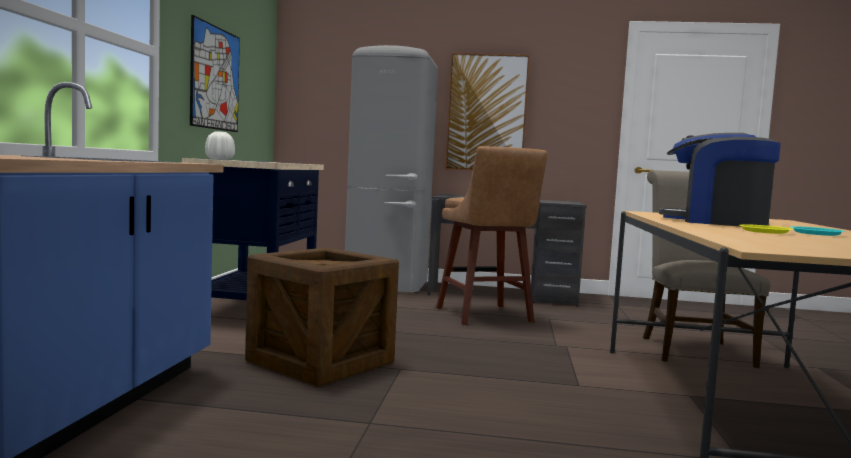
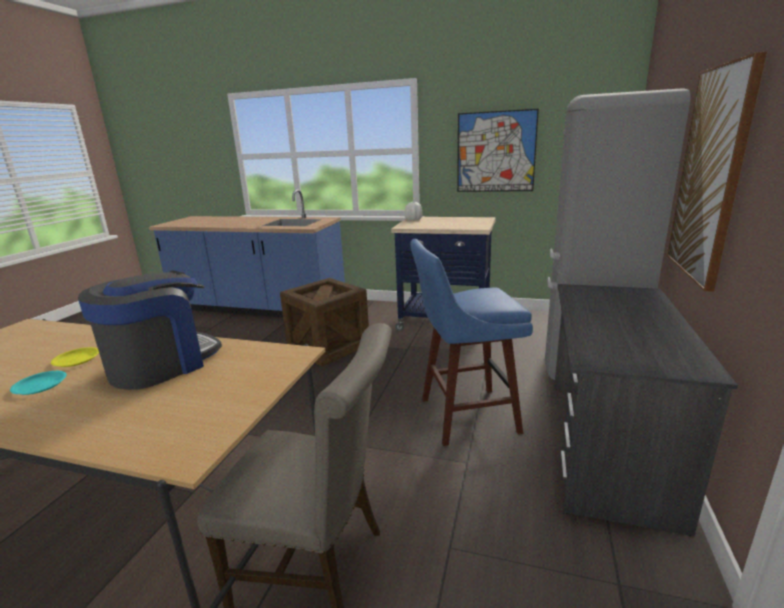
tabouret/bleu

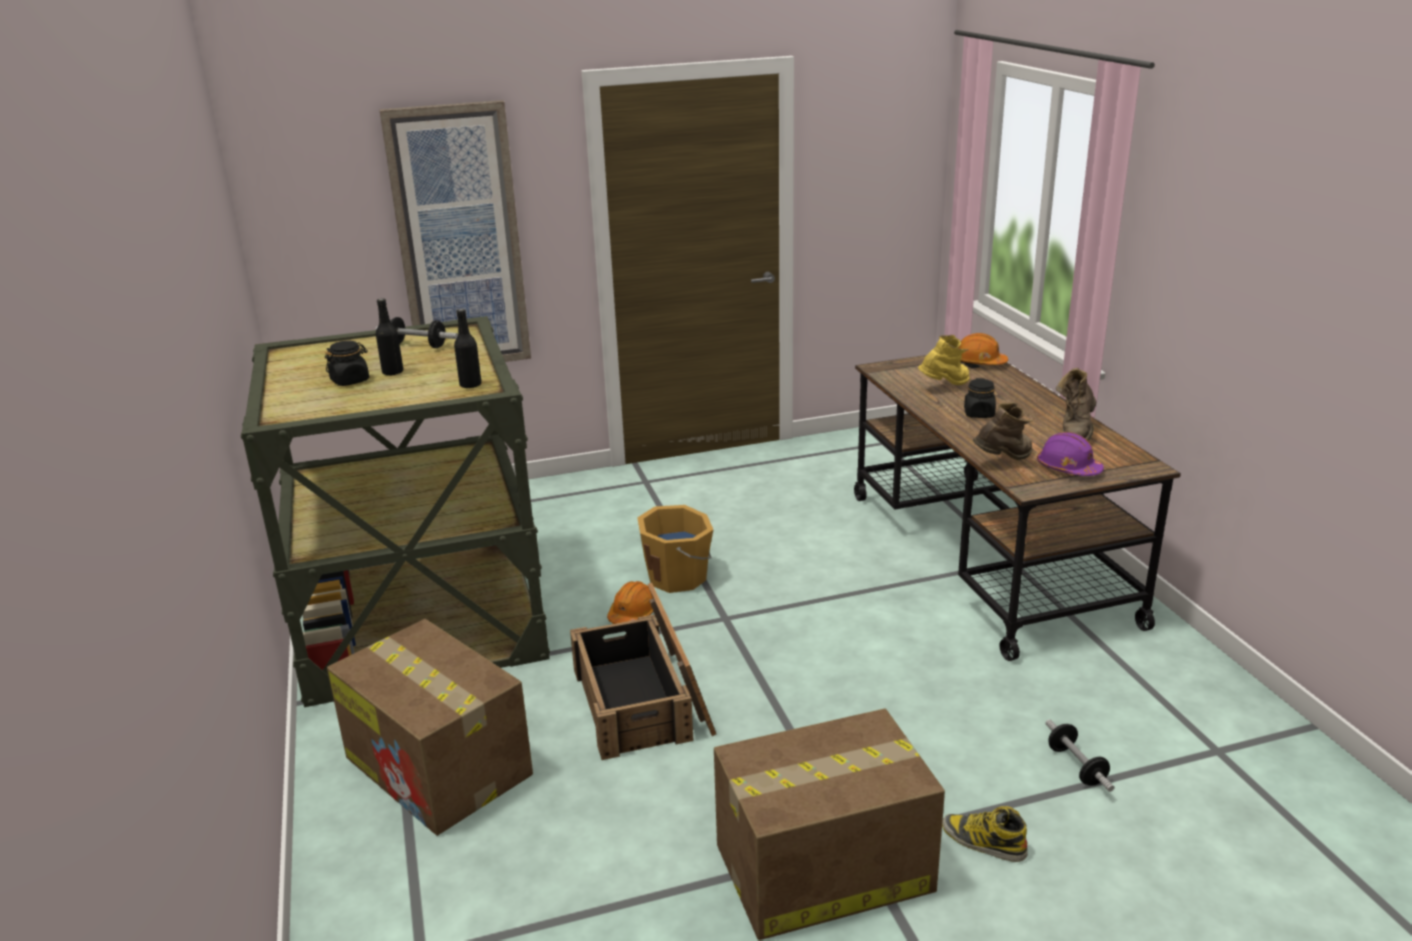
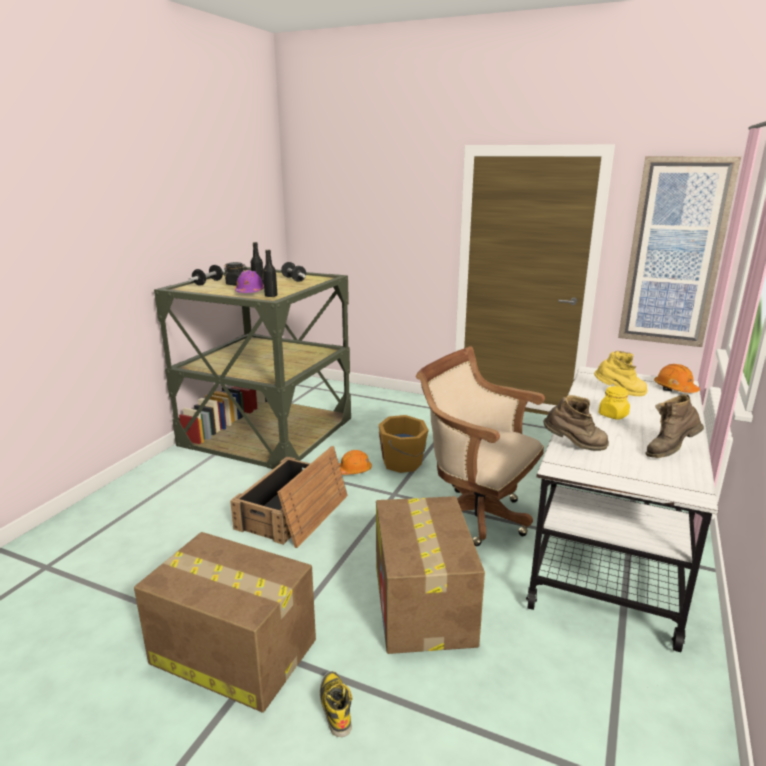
chaise de bureau; carton (2nd from left); tableau; casque de chantier/violet; haltère (1st from left); bureau/blanc; bocal/jaune

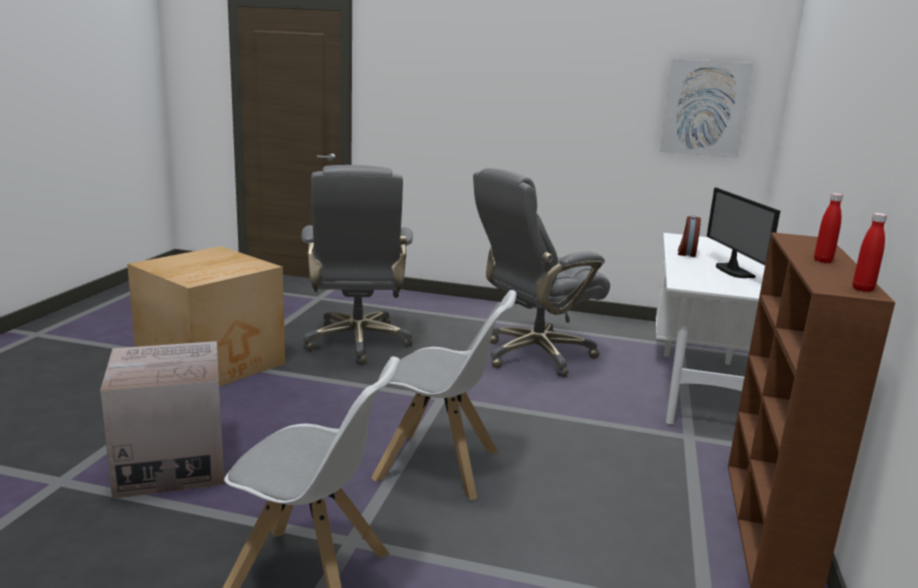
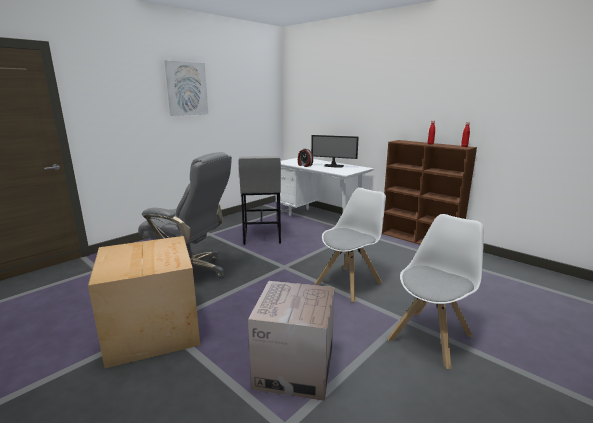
tableau; tabouret/gris

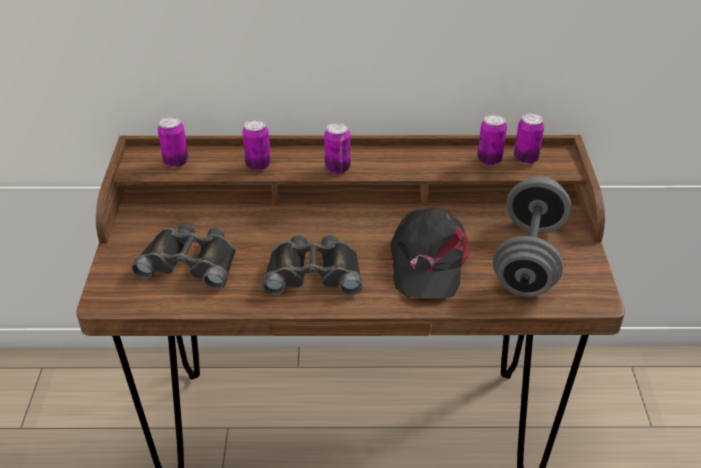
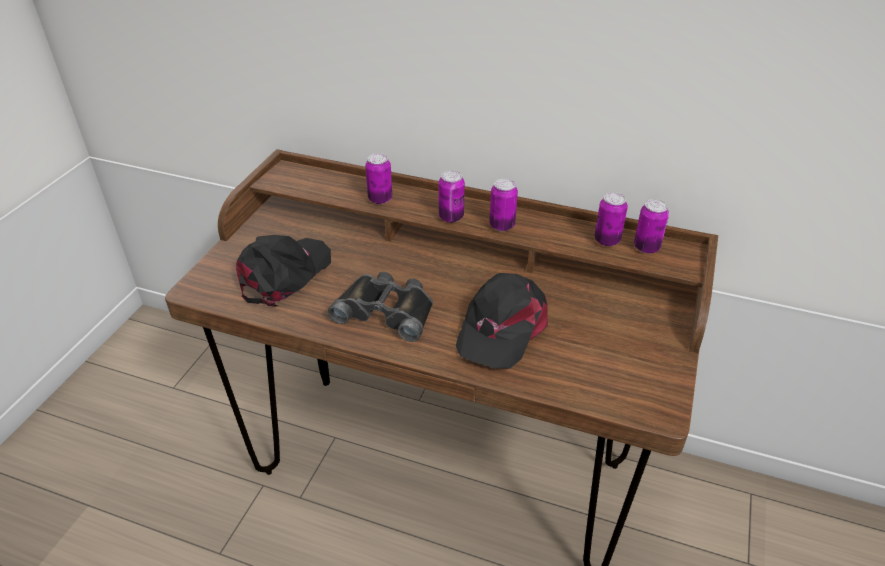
haltère/gris; boîte métallique (3rd from left); casquette/noir (1st from left)

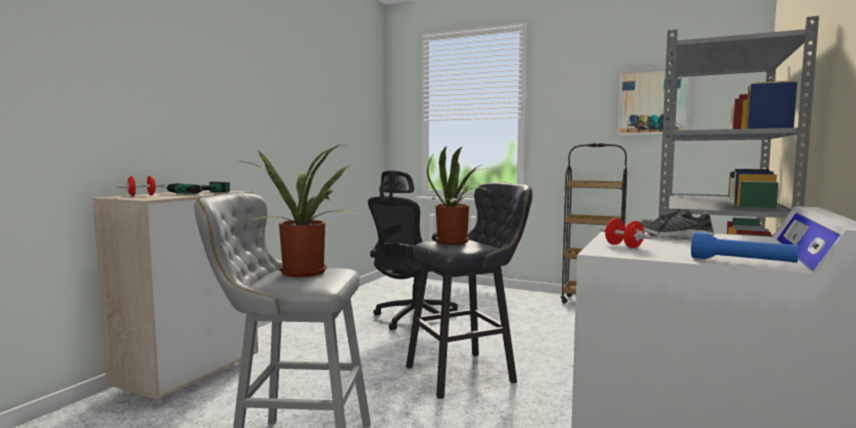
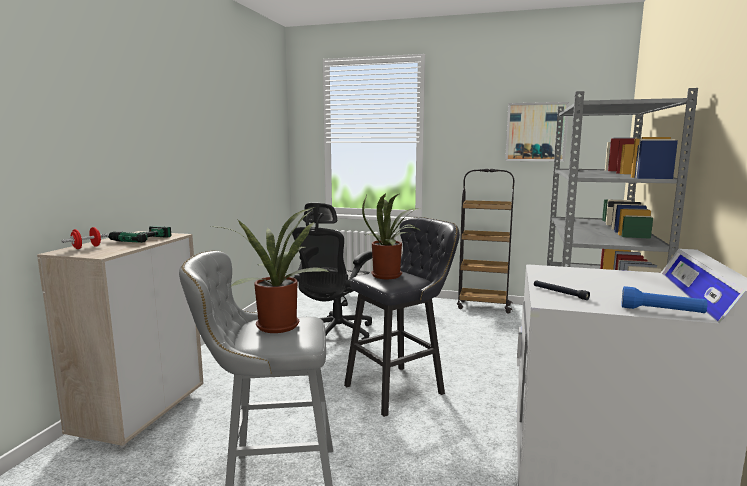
chaussure; lampe de poche/noir

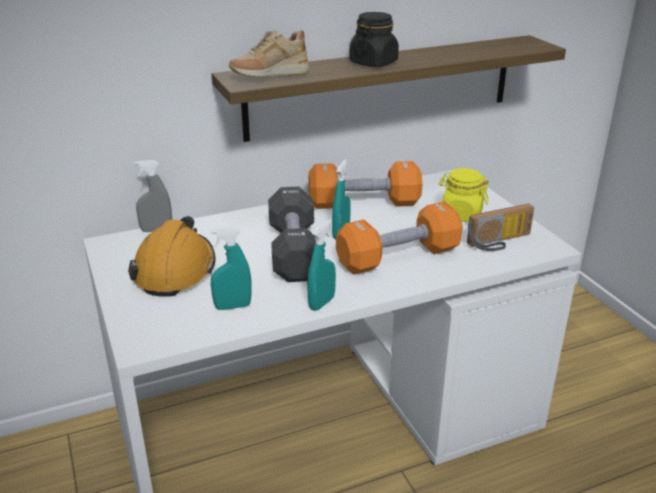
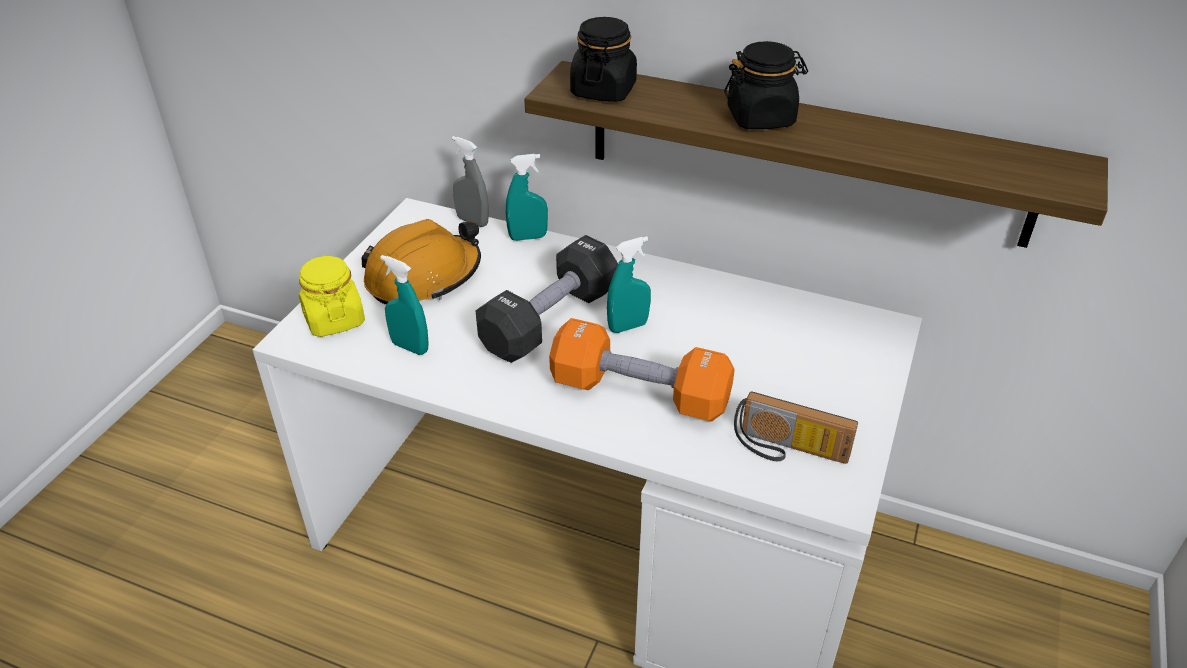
haltère/orange (1st from left in the first image); vaporisateur/turquoise (2nd from left); bocal/jaune; bocal/noir (1st from left)

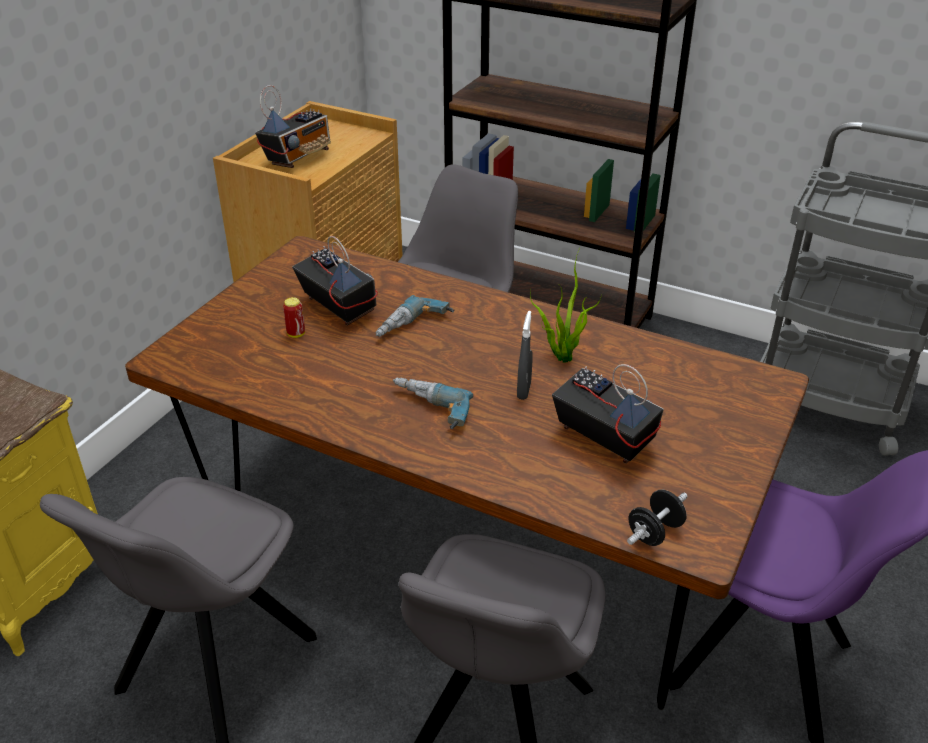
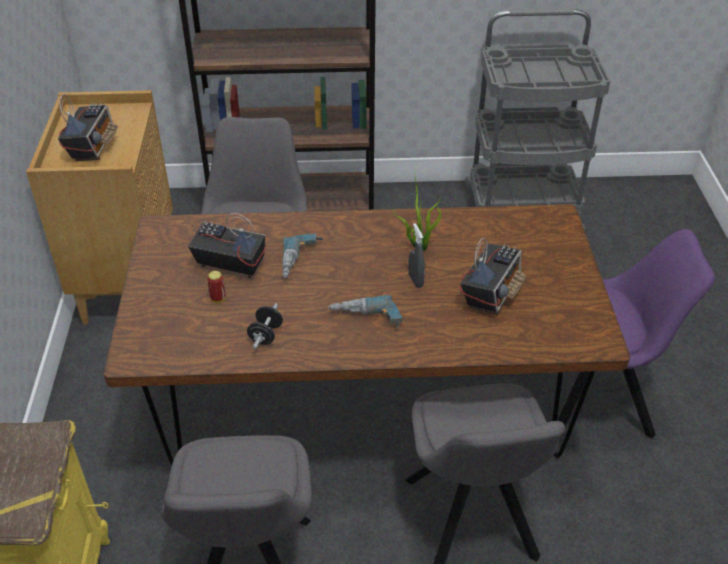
haltère/noir; radio (3rd from left)

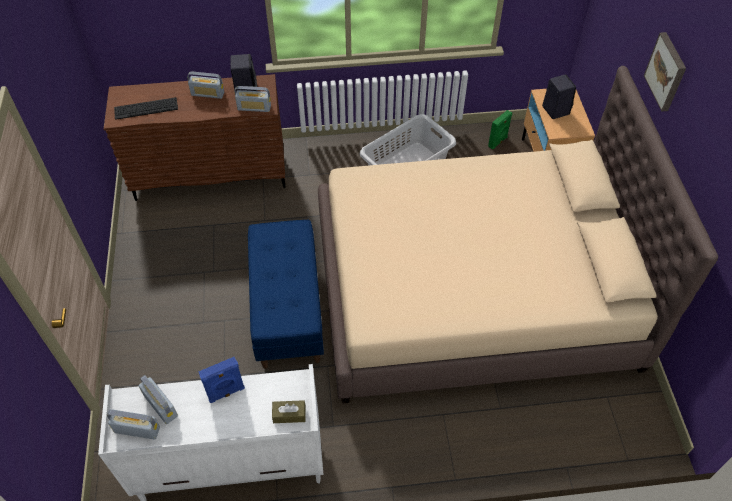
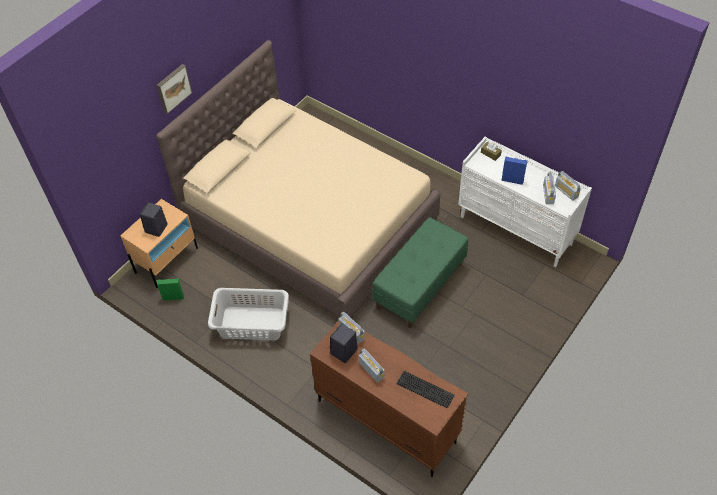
banc/vert

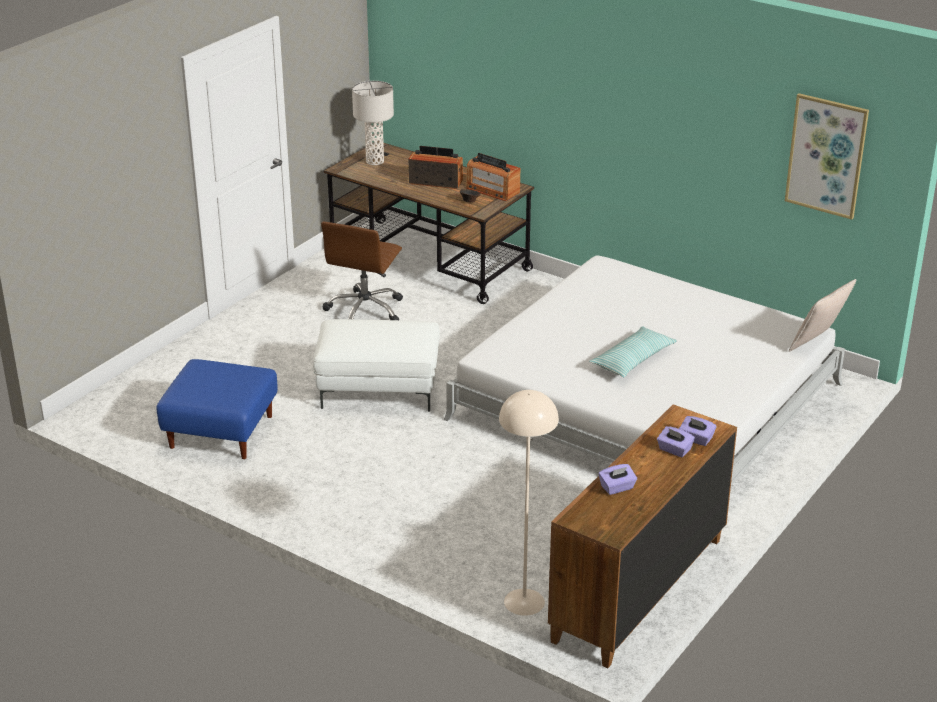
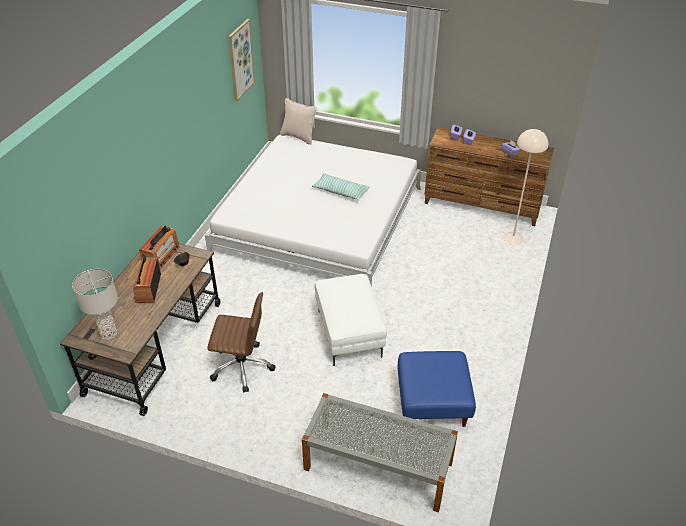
banc/gris

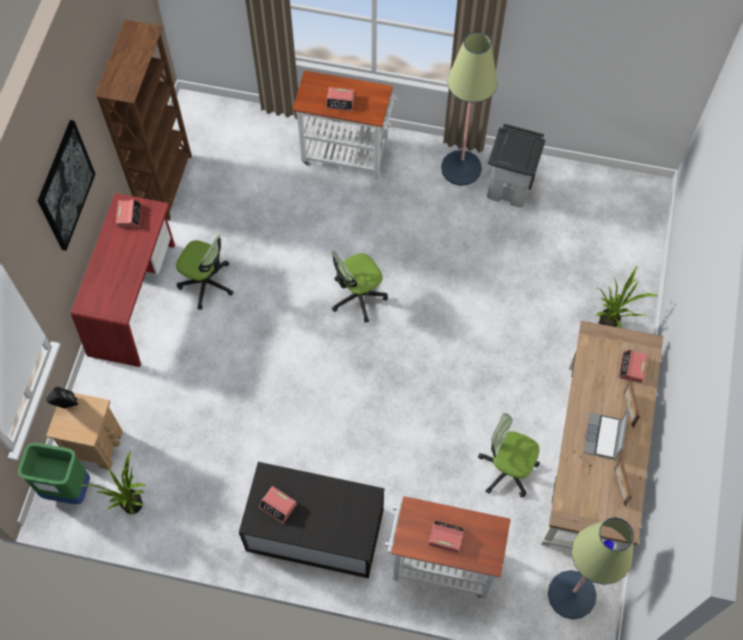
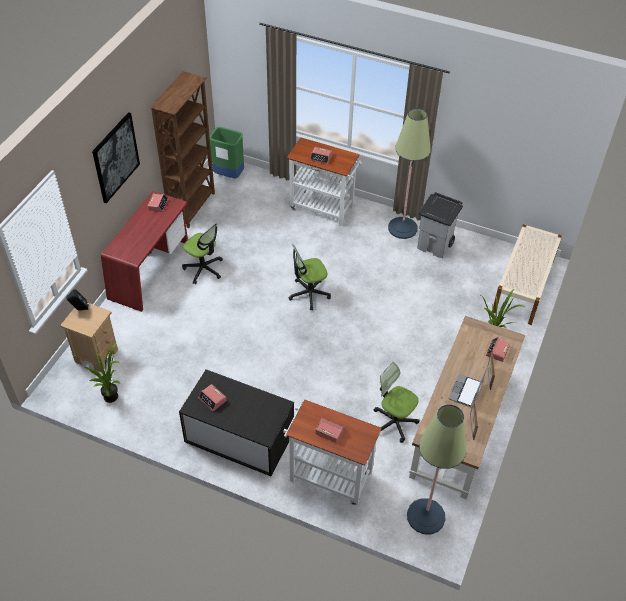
banc/beige; poubelle/vert

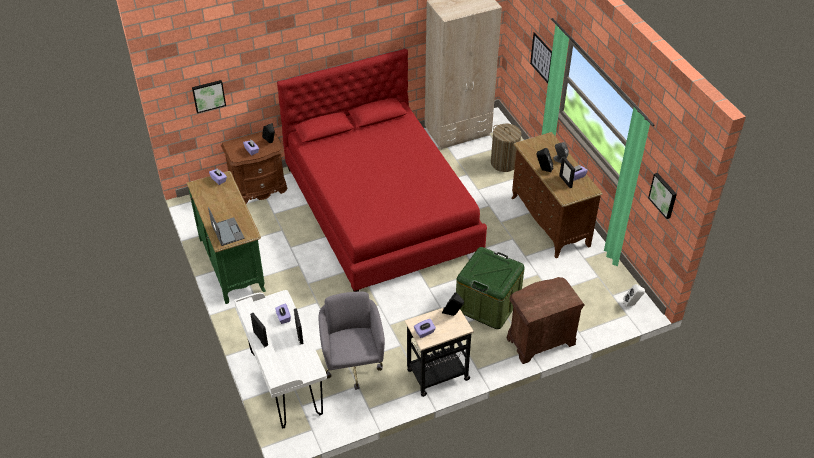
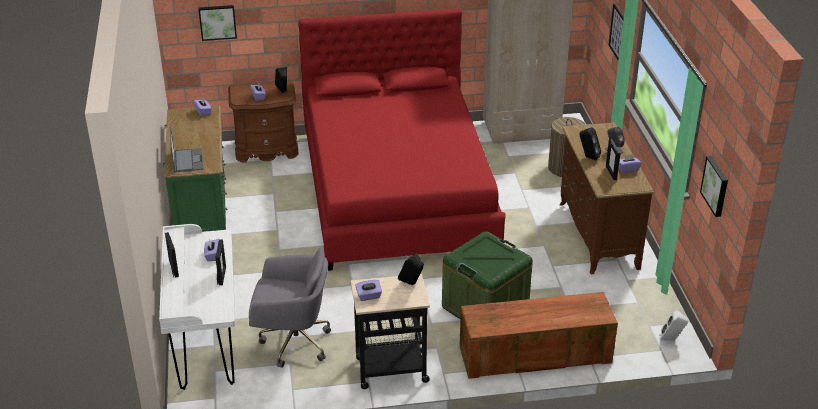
banc/marron; chaise de bureau/gris

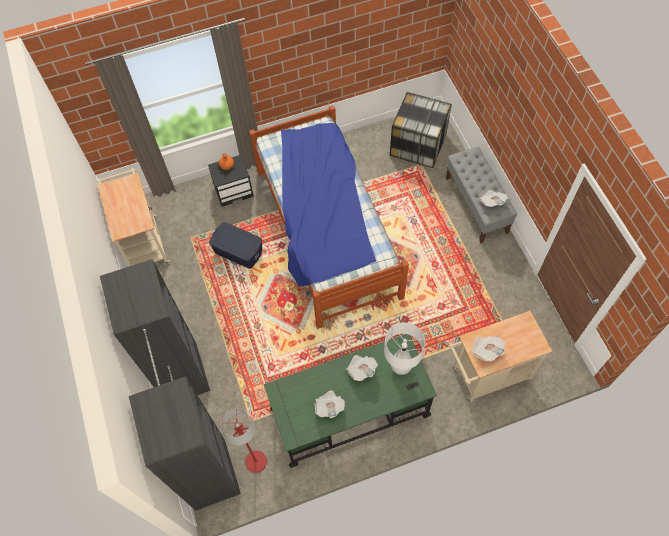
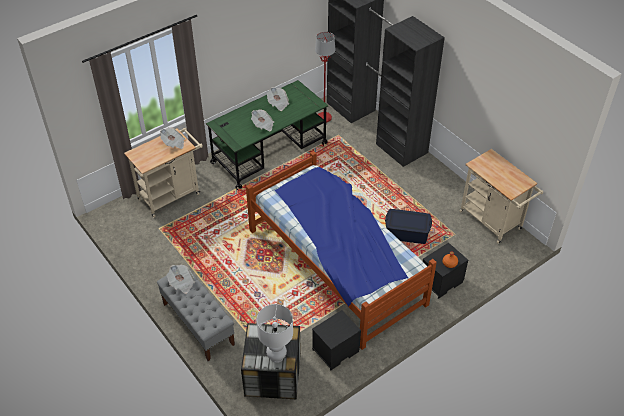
table de chevet/noir (1st from left); lampe de table/blanc

